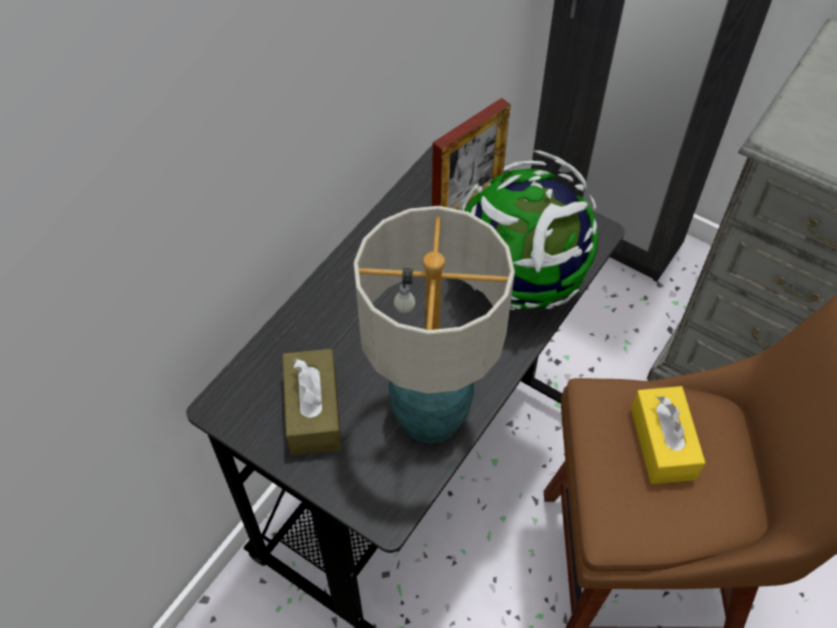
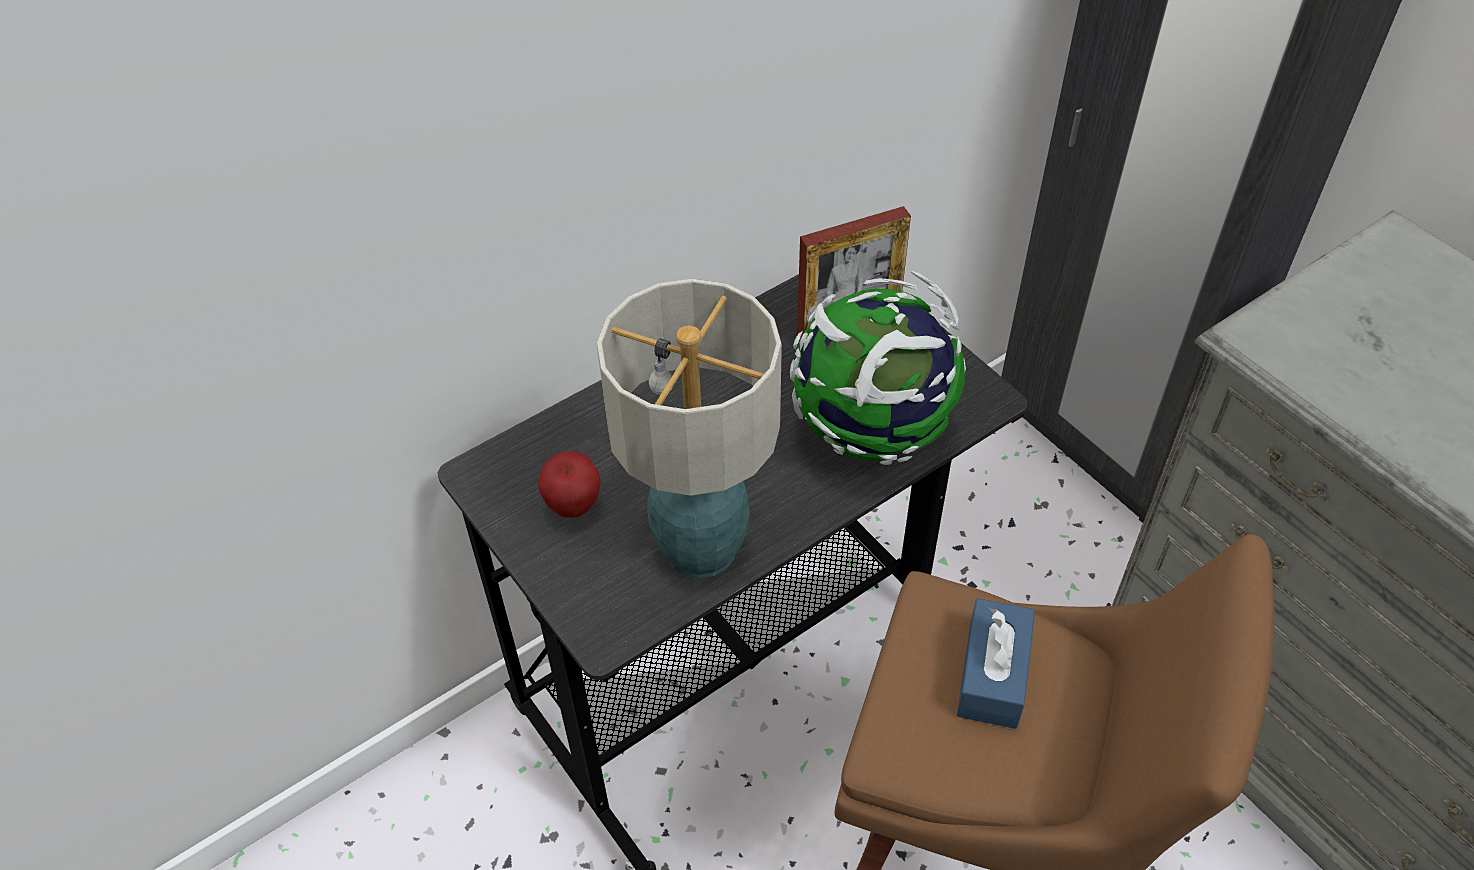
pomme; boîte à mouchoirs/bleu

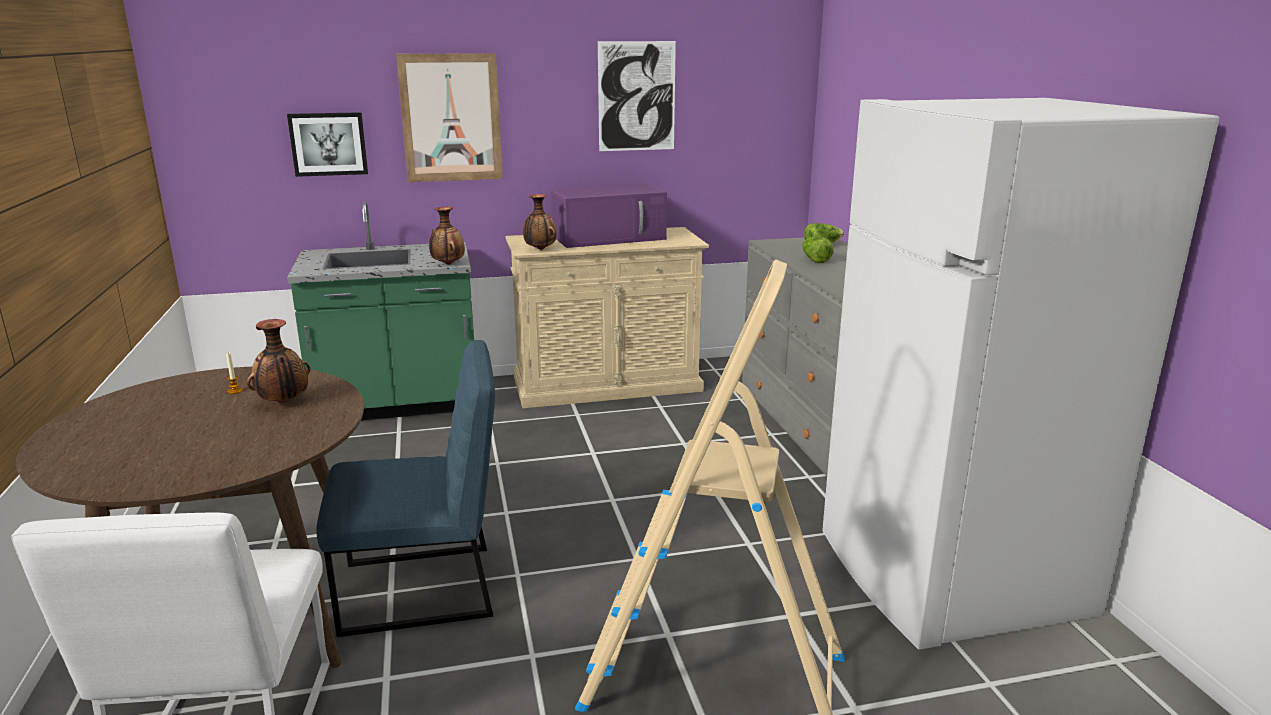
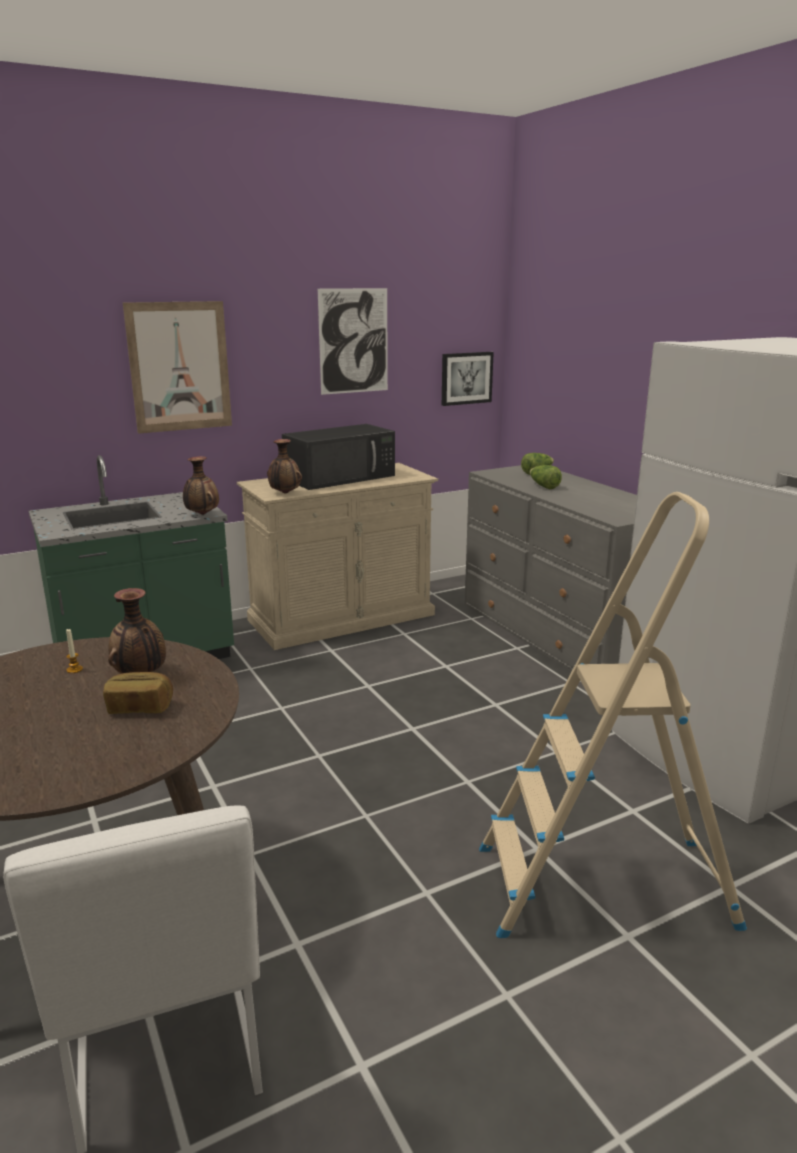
chaise/bleu; pain; tableau (3rd from left); micro-ondes/noir

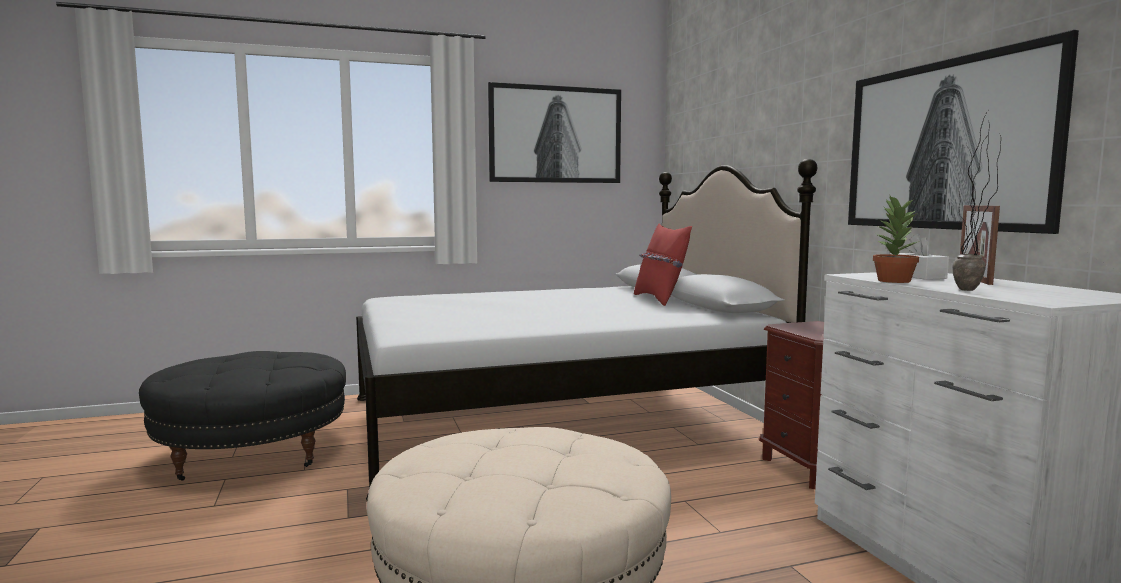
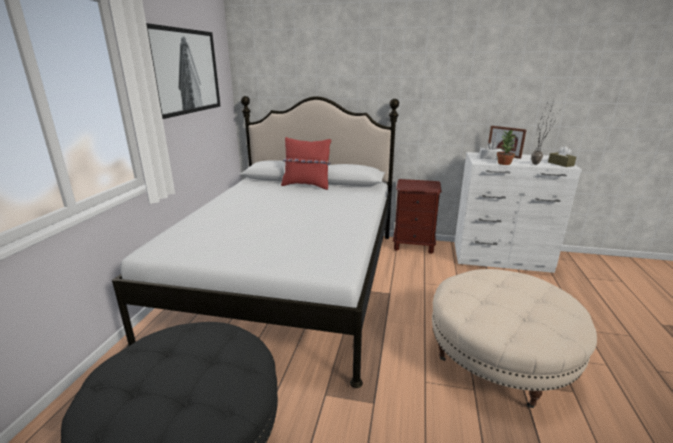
tableau (2nd from left in the first image); boîte à mouchoirs/marron

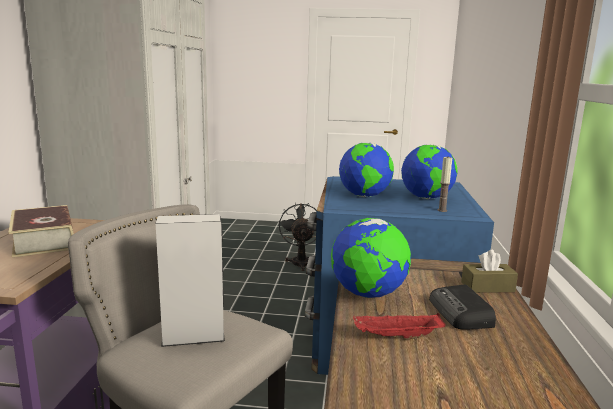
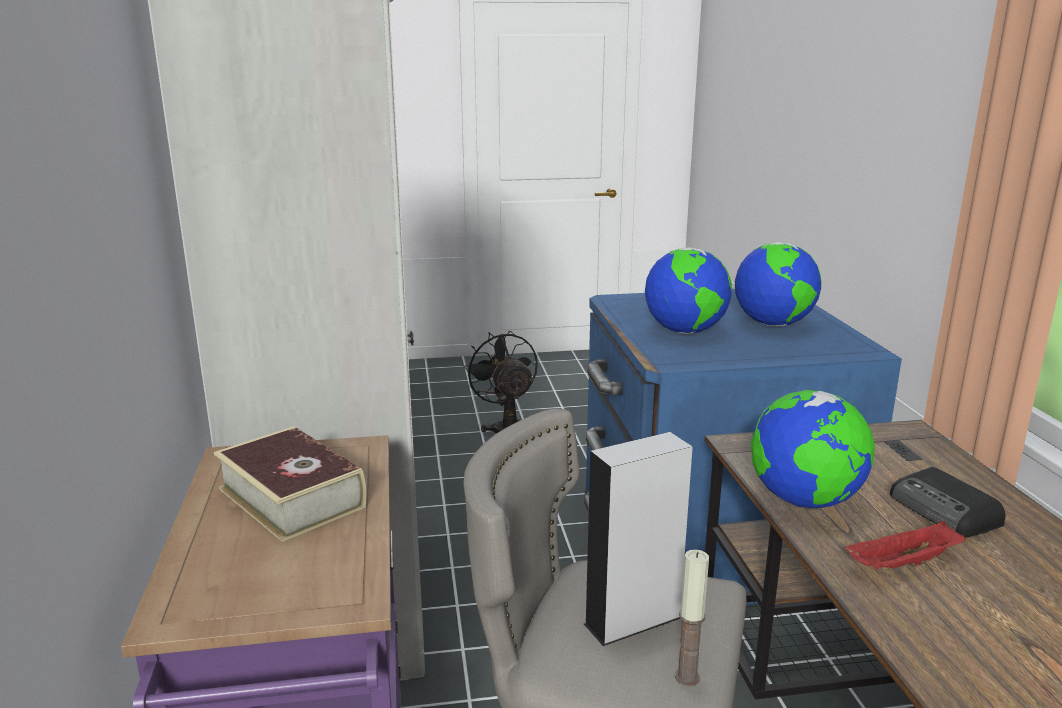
boîte à mouchoirs/marron; bougie

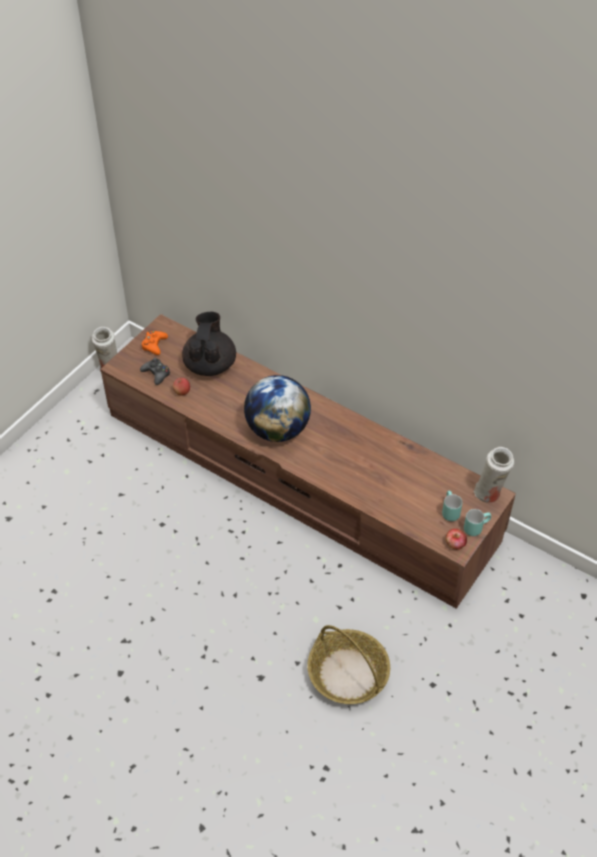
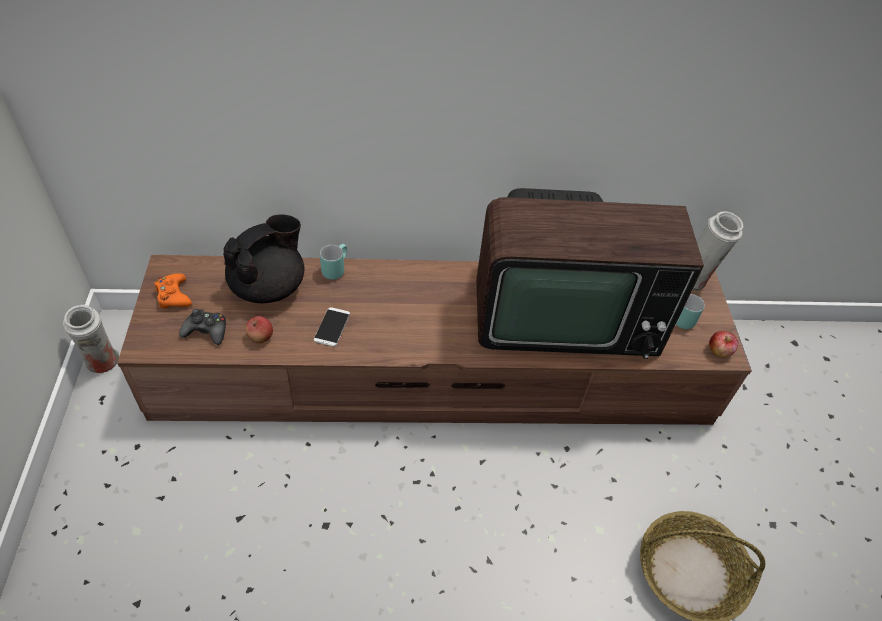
globe; téléphone; téléviseur; mug/turquoise (1st from left); théière/noir

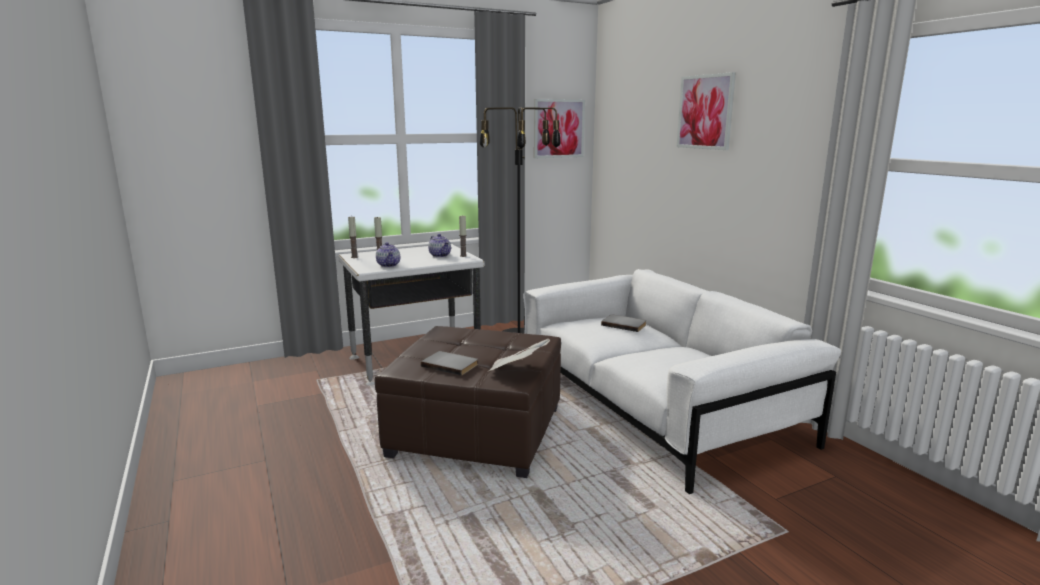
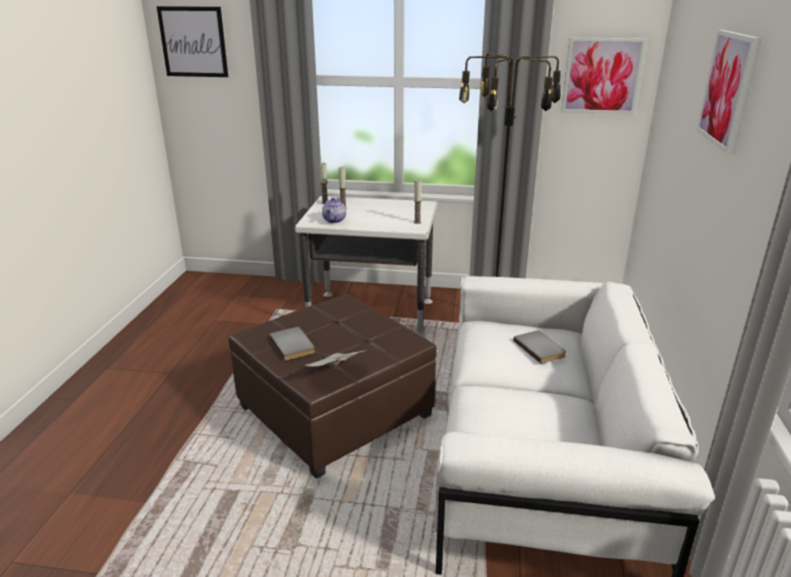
théière (2nd from left in the first image); tableau (1st from left)

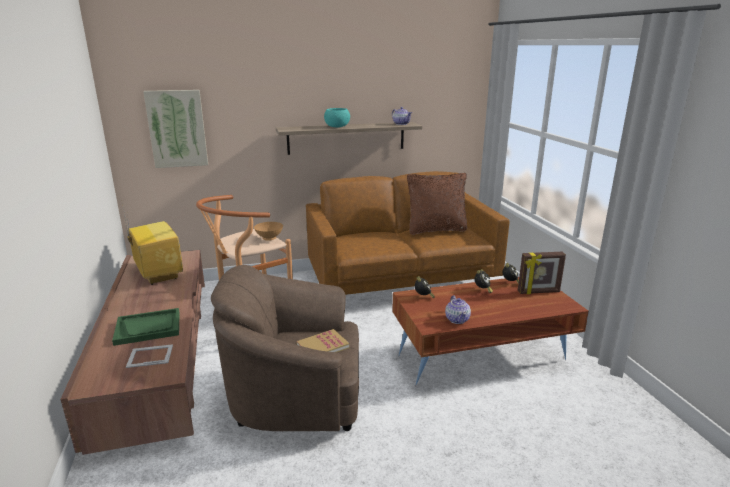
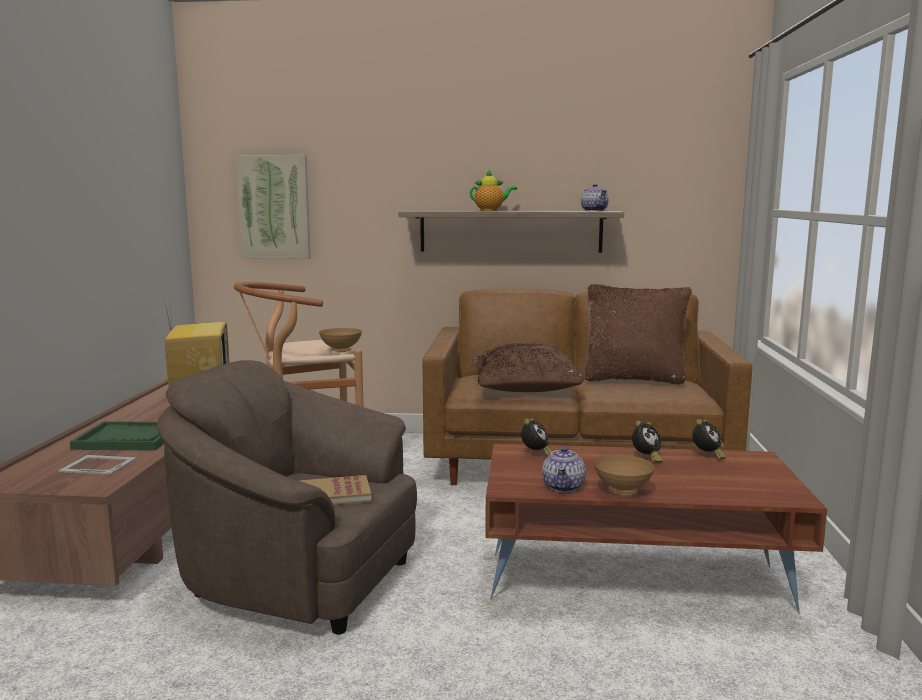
cadre photo (2nd from left in the first image); coussin/marron (1st from left); bol/marron (2nd from left); théière (1st from left)

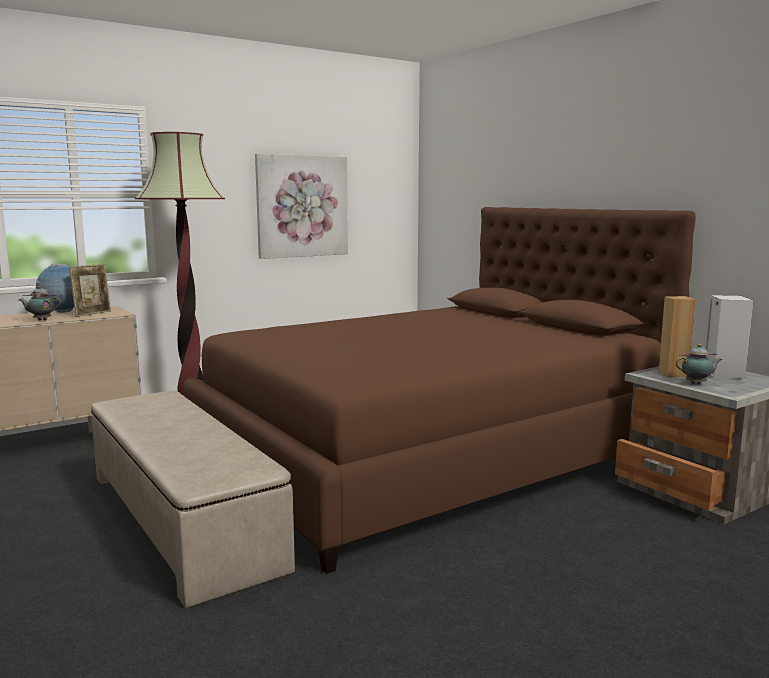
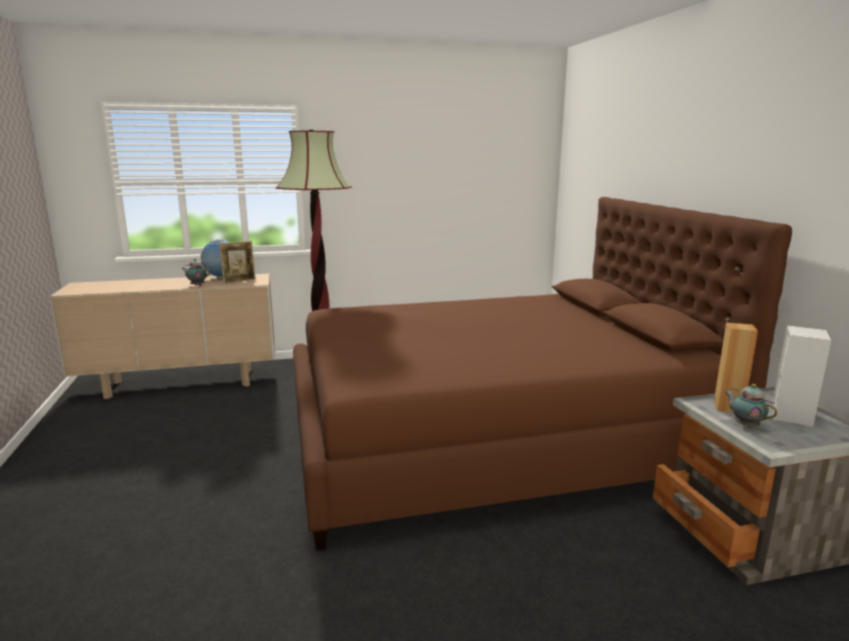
banc/beige; tableau; théière (2nd from left)

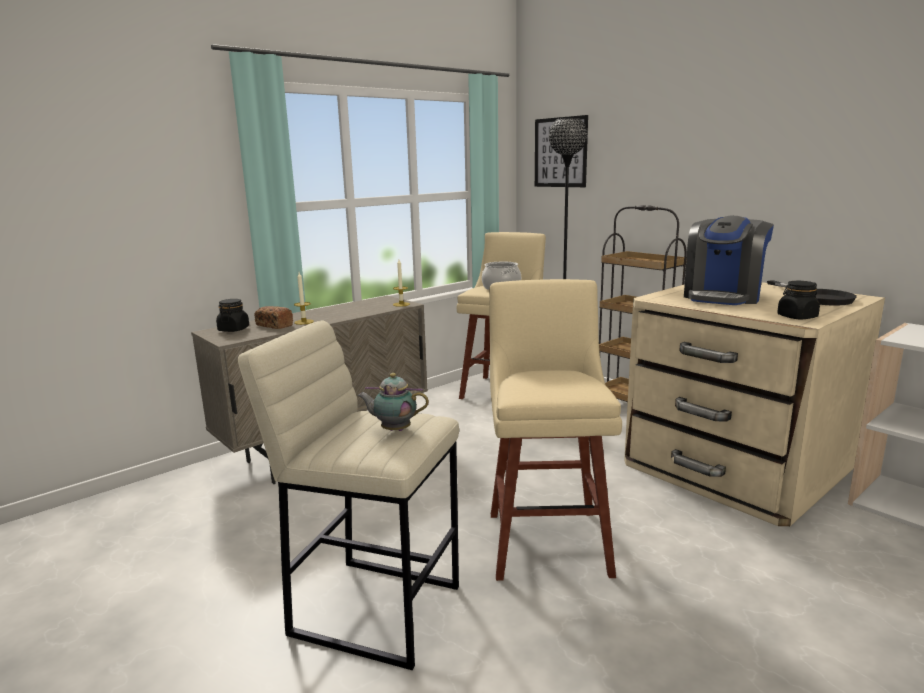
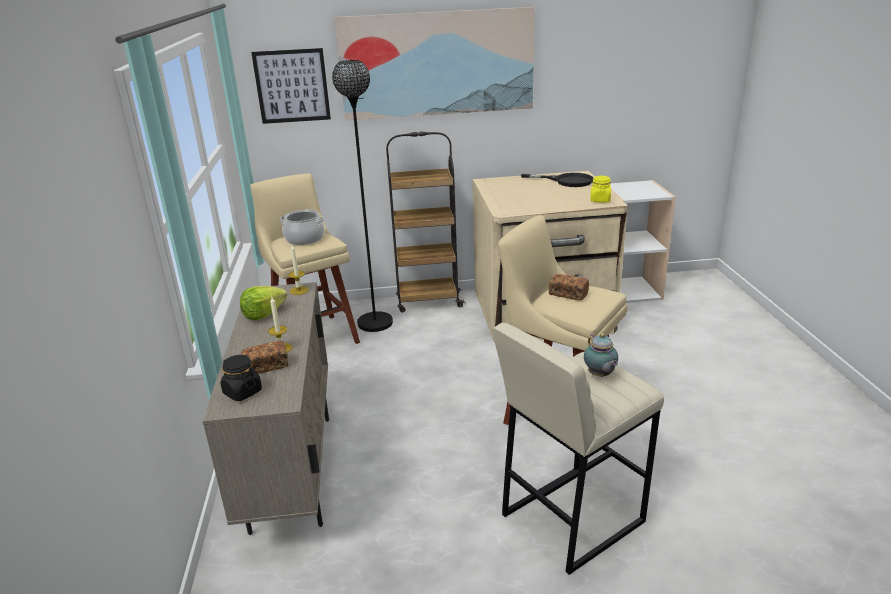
machine à café; laitue; tableau (2nd from left); pain (2nd from left); bocal/jaune; théière

